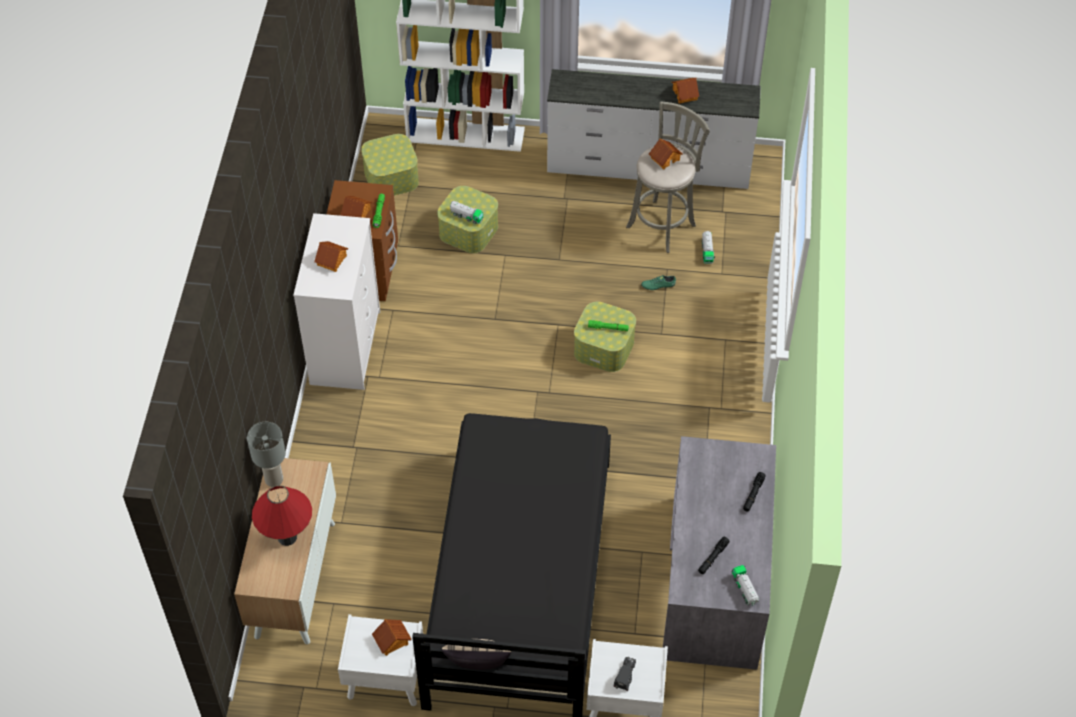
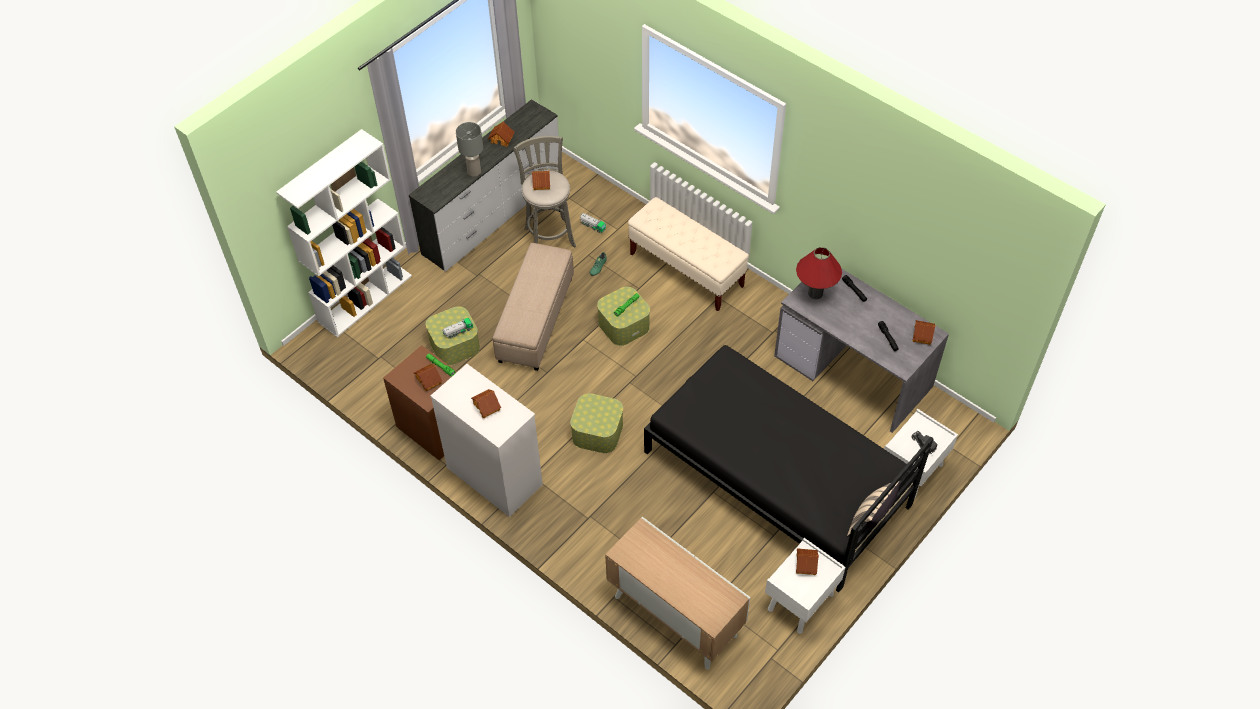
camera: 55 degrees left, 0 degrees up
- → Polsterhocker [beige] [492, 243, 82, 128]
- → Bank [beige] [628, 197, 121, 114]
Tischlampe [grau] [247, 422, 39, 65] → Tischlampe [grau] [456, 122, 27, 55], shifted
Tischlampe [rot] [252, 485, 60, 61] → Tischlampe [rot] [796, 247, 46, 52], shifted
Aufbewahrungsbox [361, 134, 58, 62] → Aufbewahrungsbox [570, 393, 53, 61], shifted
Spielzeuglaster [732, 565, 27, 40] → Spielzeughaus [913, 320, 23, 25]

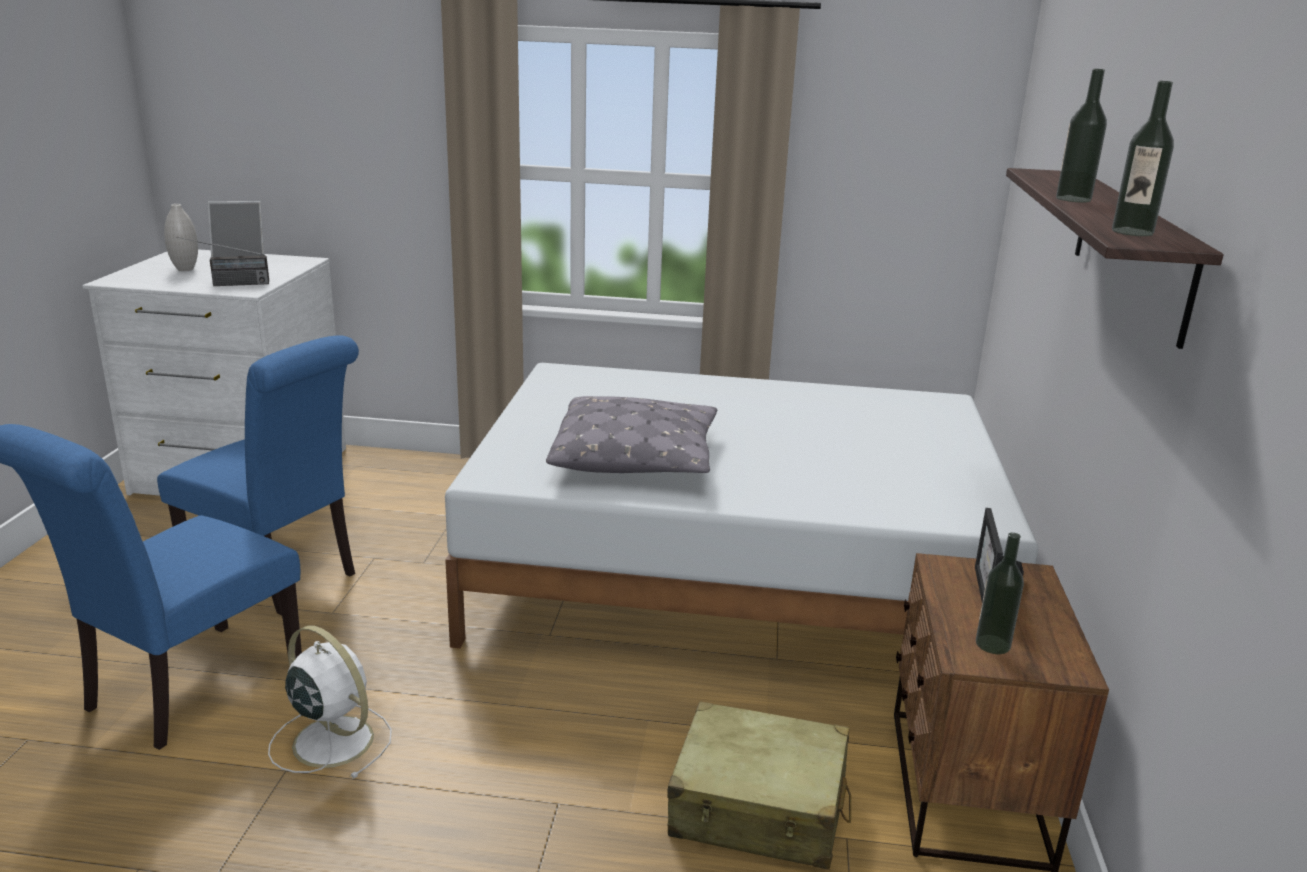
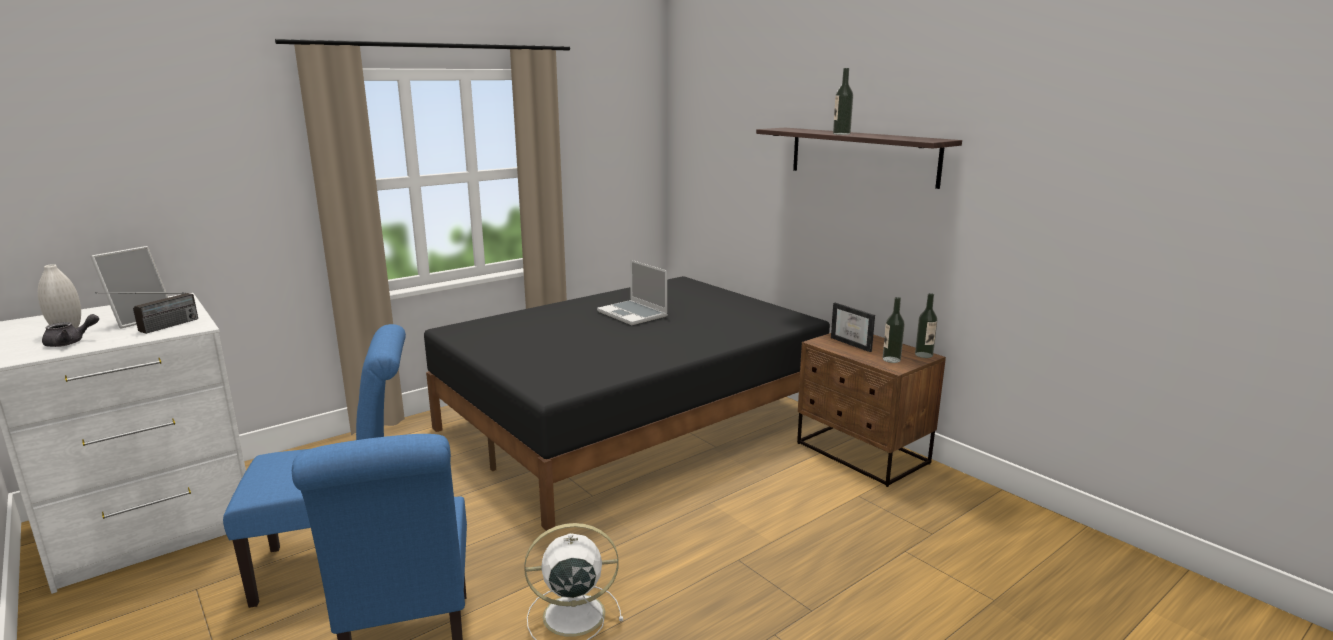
camera: 45 degrees left, 5 degrees down
Kissen [grau] [546, 396, 171, 77] → -
Koffer [beige] [667, 701, 184, 169] → -
- → Teekanne [grau] [42, 314, 57, 33]
- → Laptop [597, 260, 71, 65]
Flasche [1112, 81, 62, 155] → Flasche [915, 293, 22, 65], shifted
Bett [weiß] [445, 363, 593, 286] → Bett [schwarz] [424, 276, 406, 255]

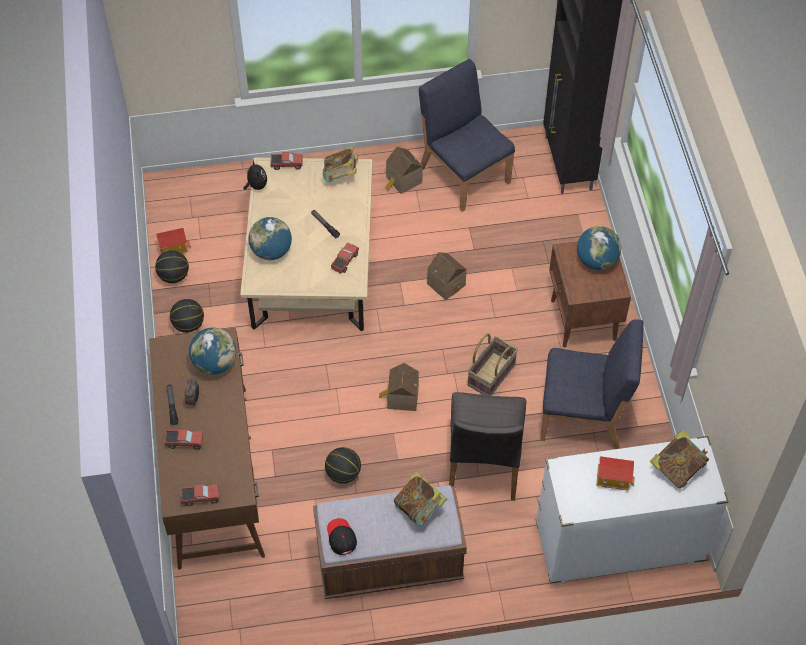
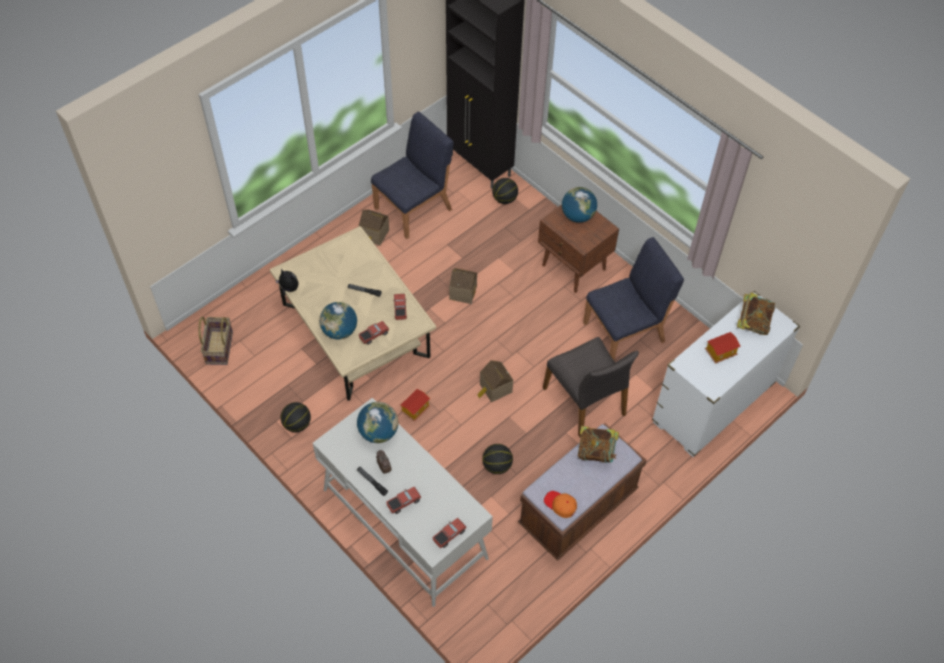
camera: 35 degrees left, 0 degrees up
Buch [323, 146, 35, 36] → -
Basketball [155, 250, 34, 33] → Basketball [492, 178, 26, 26], shifted
Spielzeughaus [156, 228, 35, 26] → Spielzeughaus [400, 389, 30, 32], shifted
Spielzeuglaster [271, 152, 32, 18] → Spielzeuglaster [359, 321, 30, 24], shifted
Korb [468, 333, 50, 63] → Korb [199, 317, 34, 48], shifted
Schreibtisch [braun] [149, 327, 116, 243] → Schreibtisch [weiß] [313, 398, 180, 209]
Kappe [schwarz] [327, 518, 30, 37] → Kappe [orange] [544, 491, 33, 27]
Stuhl [blau] [419, 59, 96, 153] → Stuhl [blau] [371, 111, 83, 128], 120 degrees clockwise

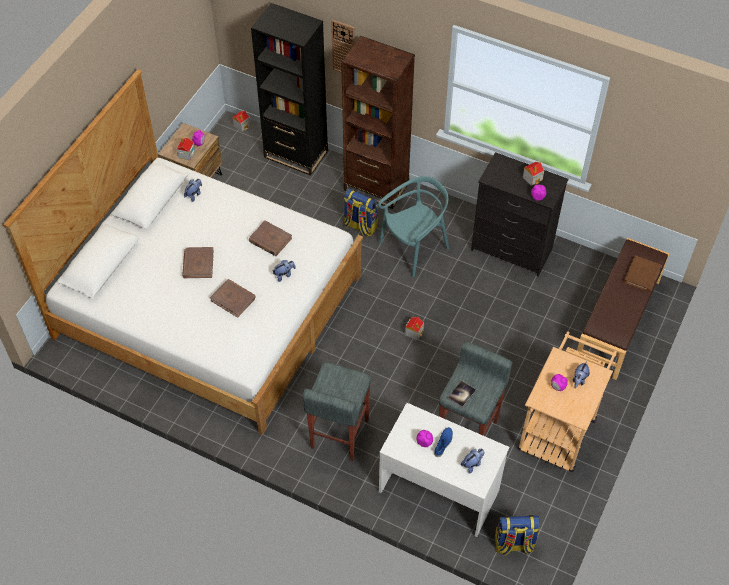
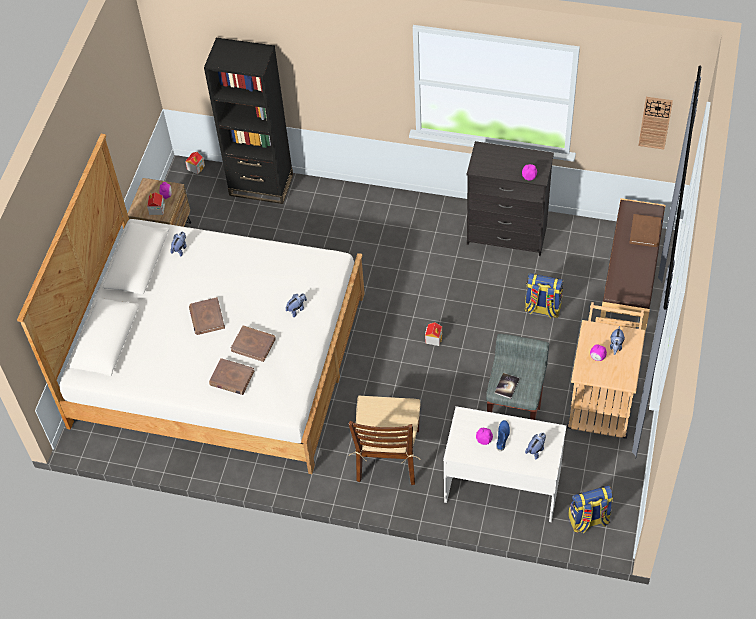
camera: 10 degrees left, 0 degrees up
Bücherregal [braun] [341, 36, 74, 173] → -
Stuhl [türkis] [378, 176, 71, 102] → -
Spielzeughaus [523, 162, 21, 24] → -
Buch [braun] [249, 221, 43, 35] → Buch [braun] [209, 358, 46, 37], shifted
Wanduhr [331, 20, 24, 53] → Wanduhr [638, 97, 35, 52], shifted
Rucksack [343, 189, 35, 47] → Rucksack [524, 273, 40, 46], shifted
Hocker [grau] [302, 362, 70, 99] → Stuhl [braun] [348, 396, 73, 89]

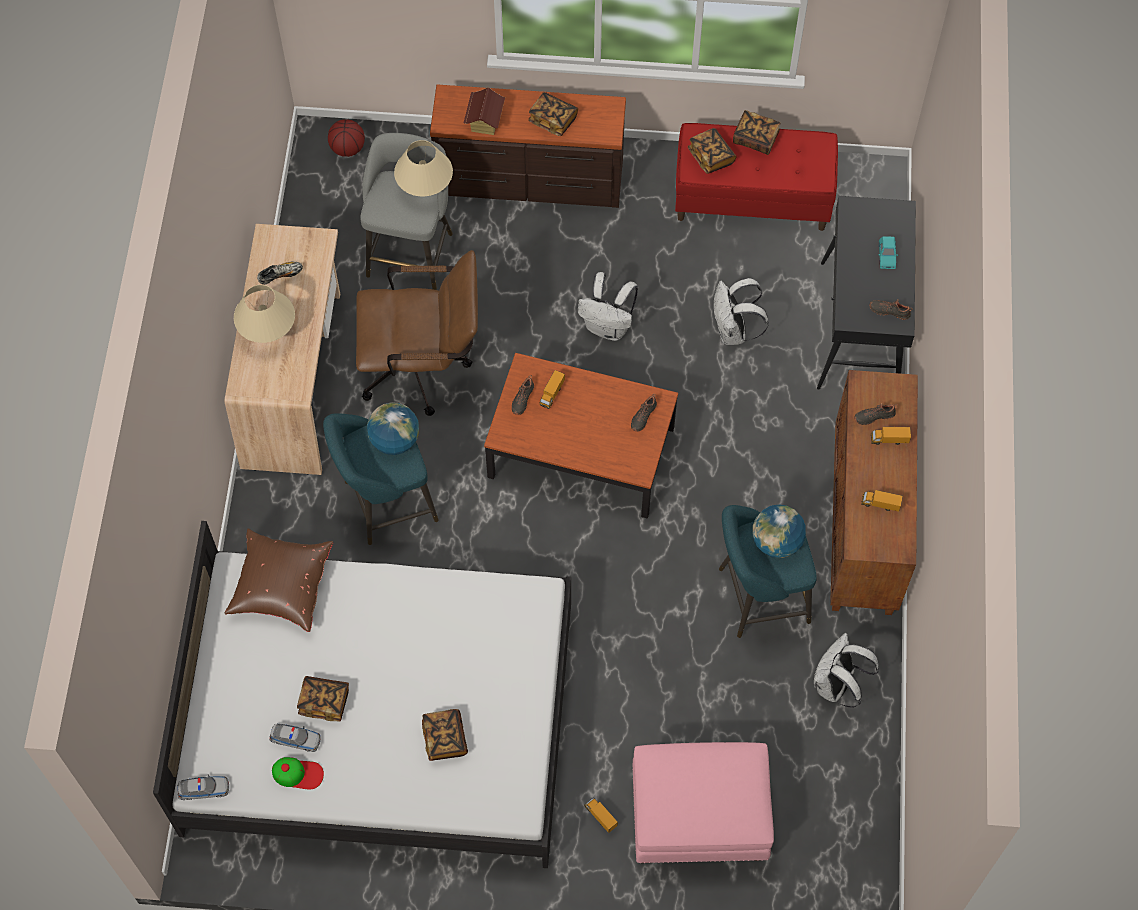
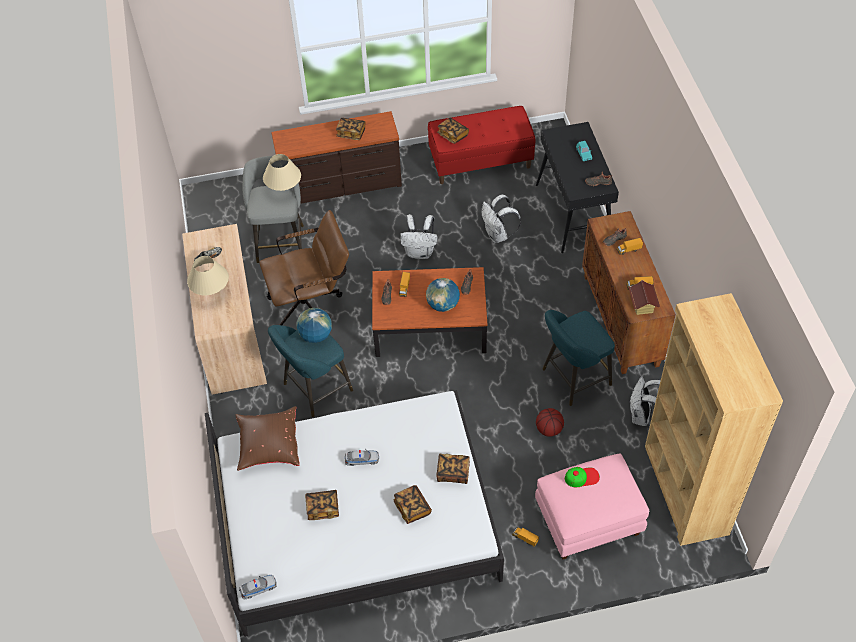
camera: 15 degrees left, 10 degrees down
- → Bücherregal [braun] [645, 293, 138, 253]
Spielzeugauto [269, 724, 52, 28] → Spielzeugauto [344, 449, 35, 17], shifted
Kappe [272, 757, 52, 33] → Kappe [565, 467, 35, 20], shifted
Basketball [328, 119, 37, 38] → Basketball [536, 408, 28, 29], shifted
Spielzeughaus [464, 87, 41, 48] → Spielzeughaus [628, 280, 32, 35], shifted
Buch [733, 110, 47, 45] → Buch [437, 454, 33, 30], shifted
Globus [753, 504, 53, 54] → Globus [426, 278, 34, 34], shifted

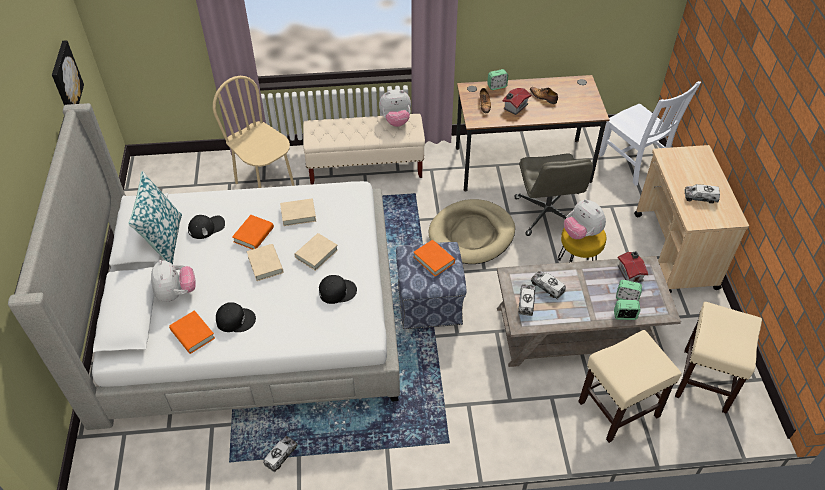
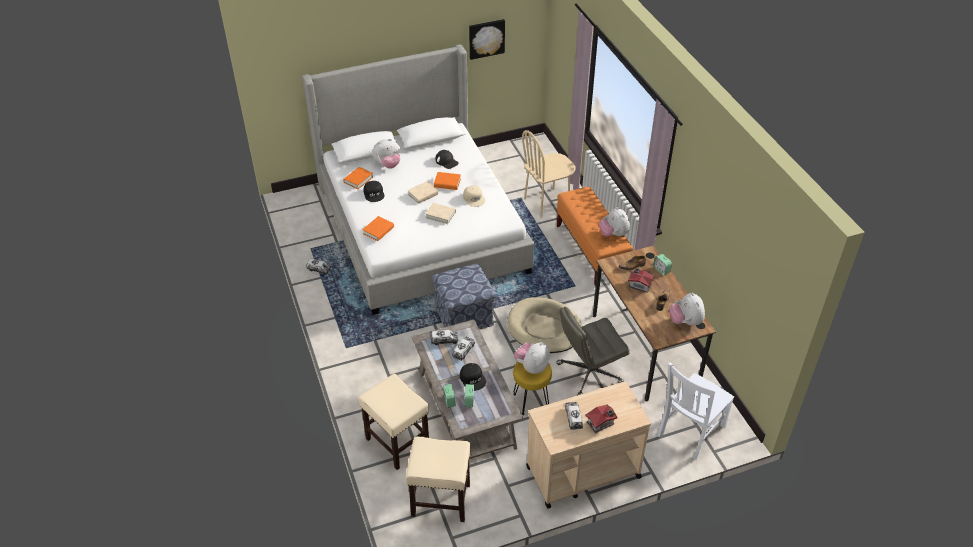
camera: 75 degrees right, 5 degrees down
Kissen [128, 171, 54, 94] → -
- → Plüschtier [669, 292, 36, 34]
Kappe [schwarz] [319, 275, 38, 29] → Kappe [schwarz] [460, 363, 26, 28], shifted
Buch [orange] [414, 240, 41, 36] → Buch [orange] [362, 216, 32, 25], shifted
Spielzeughaus [618, 251, 30, 31] → Spielzeughaus [585, 404, 32, 29], shifted
Buch [beige] [280, 198, 36, 28] → Kappe [beige] [463, 185, 22, 22]
Bank [beige] [303, 114, 122, 70] → Bank [orange] [557, 187, 76, 100]
Stuhl [beige] [213, 76, 82, 112] → Stuhl [beige] [522, 130, 54, 88], 150 degrees counterclockwise

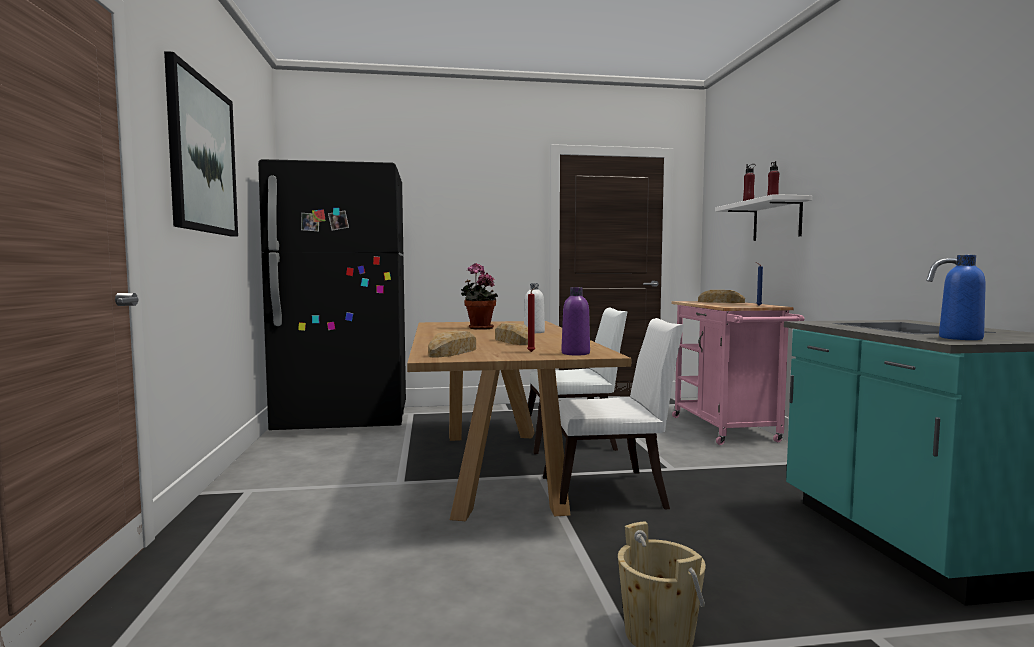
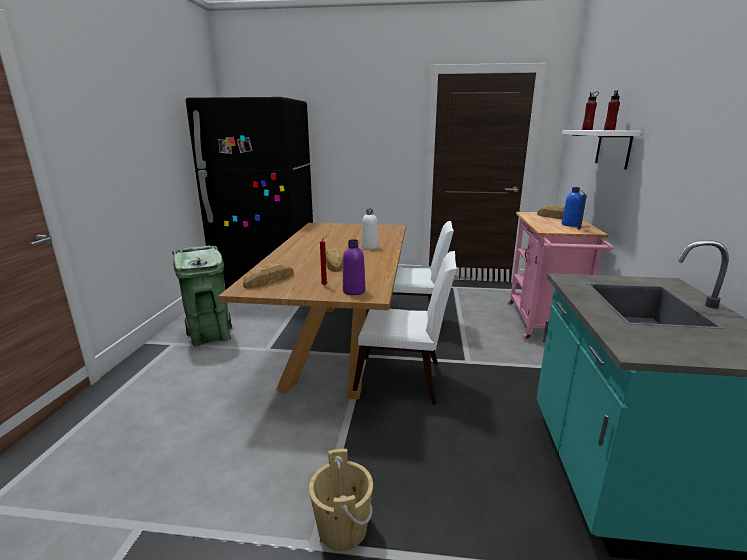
camera: 15 degrees right, 15 degrees up
Bild [164, 51, 74, 186] → -
Topfpflanze [461, 263, 37, 67] → -
- → Mülleimer [grün] [172, 246, 60, 100]
Flasche [blau] [939, 255, 47, 85] → Flasche [blau] [562, 187, 20, 40], shifted

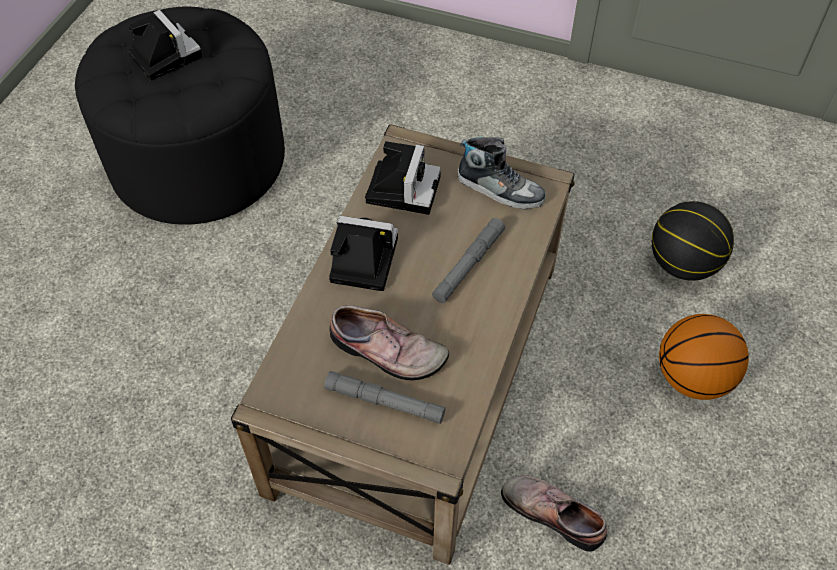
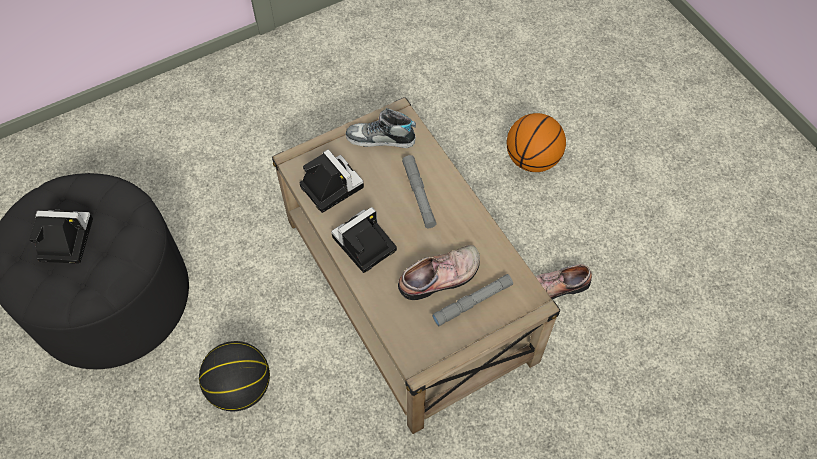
camera: 50 degrees left, 5 degrees up
Basketball [652, 201, 82, 80] → Basketball [199, 341, 71, 70], shifted
Schuh [458, 137, 88, 72] → Schuh [346, 108, 70, 40], 150 degrees counterclockwise

